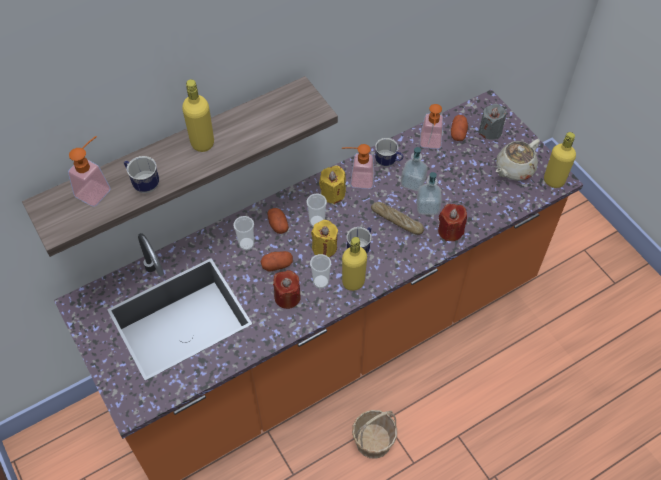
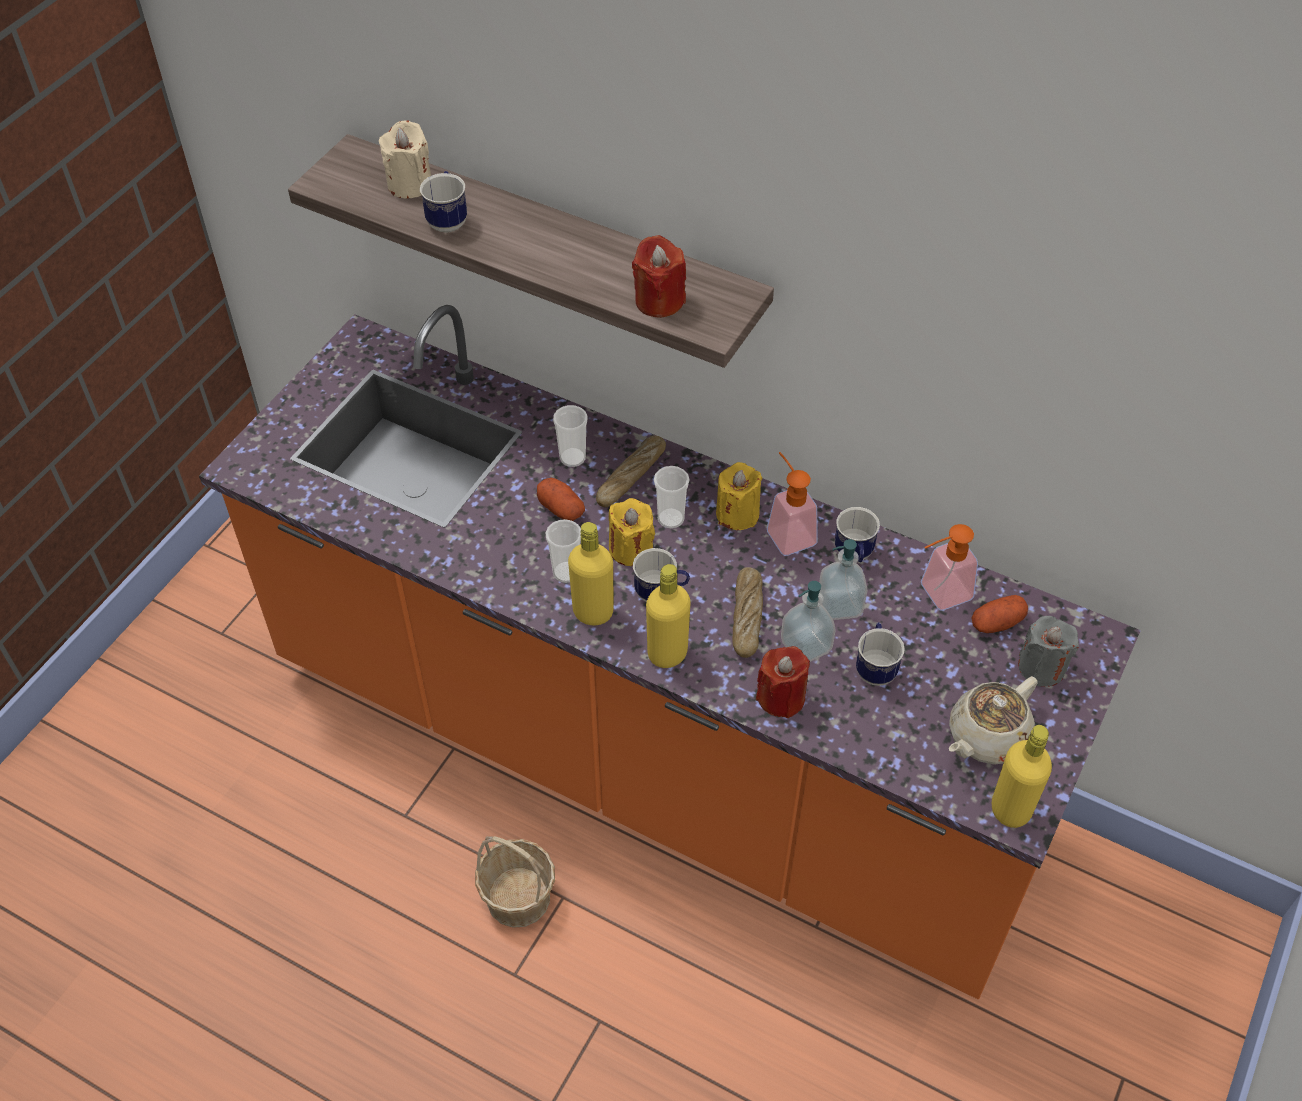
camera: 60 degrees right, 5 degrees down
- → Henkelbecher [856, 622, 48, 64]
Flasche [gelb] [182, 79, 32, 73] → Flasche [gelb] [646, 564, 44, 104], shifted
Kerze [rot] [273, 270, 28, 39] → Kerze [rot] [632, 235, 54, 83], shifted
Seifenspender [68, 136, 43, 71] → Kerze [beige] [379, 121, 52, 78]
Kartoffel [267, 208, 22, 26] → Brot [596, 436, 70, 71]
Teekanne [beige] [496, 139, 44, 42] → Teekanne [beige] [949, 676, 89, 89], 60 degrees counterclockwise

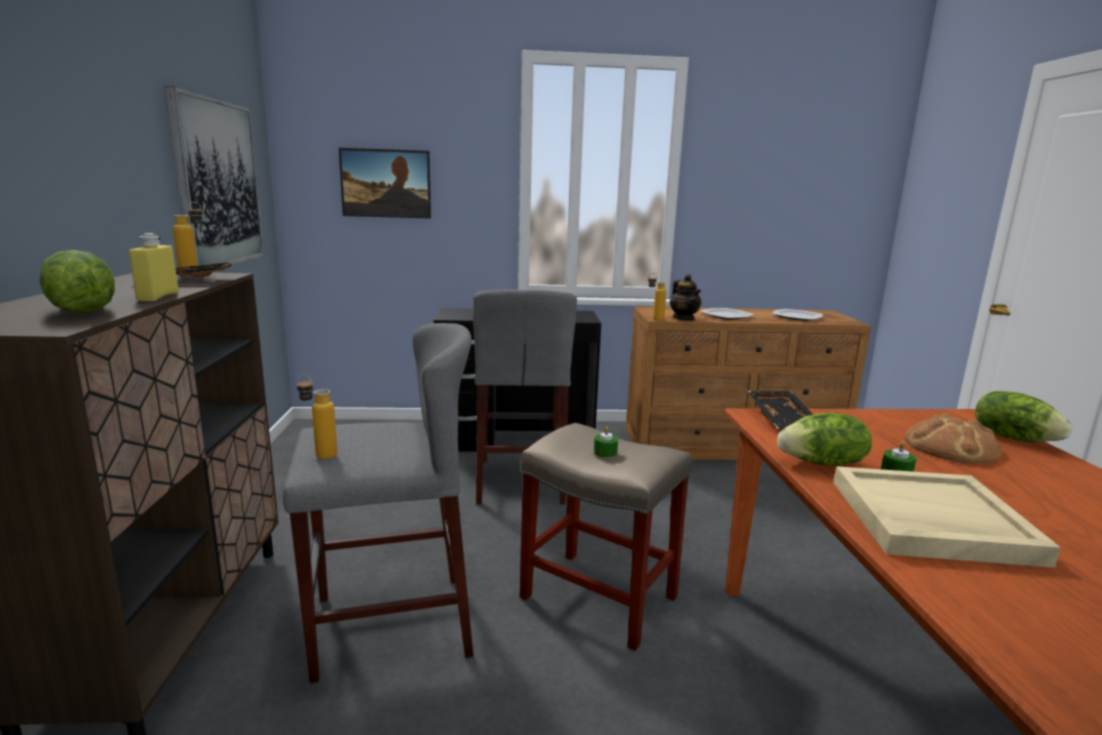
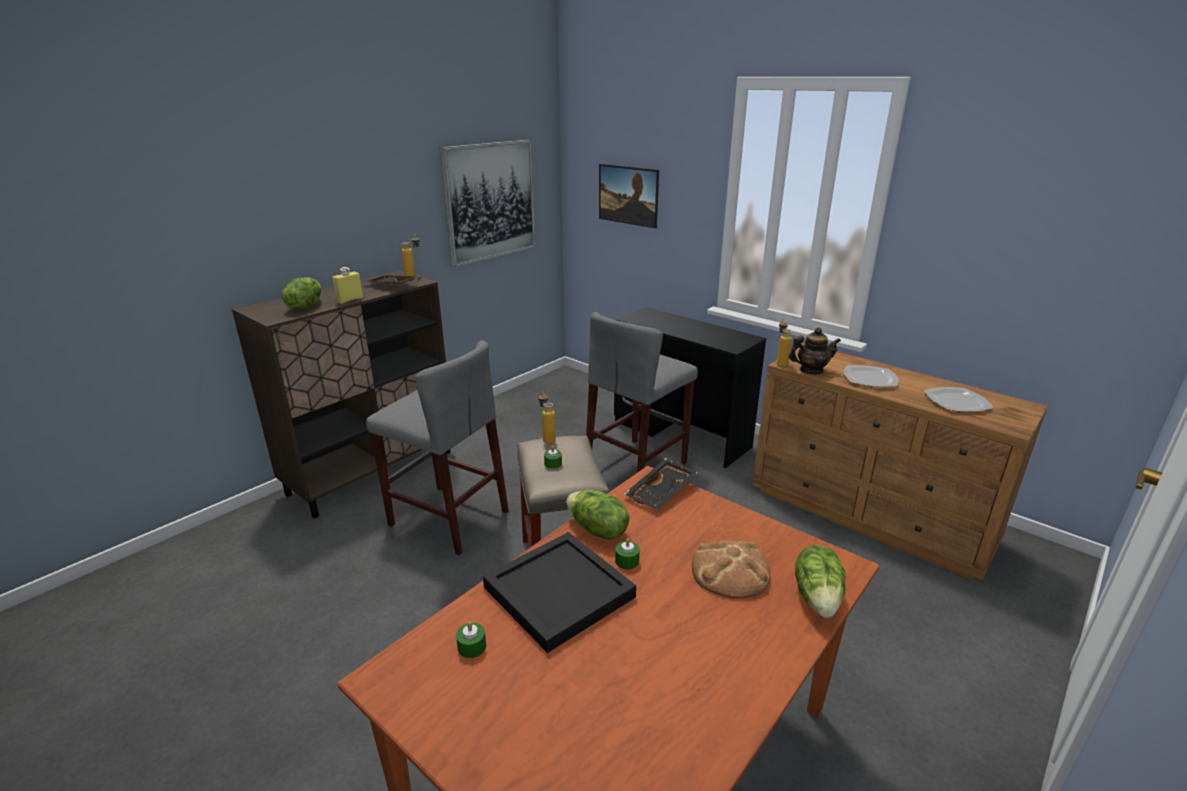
camera: 45 degrees right, 10 degrees up
- → Kerze [grün] [456, 621, 30, 37]
Flasche [297, 375, 40, 84] → Flasche [538, 391, 18, 53], shifted
Tablett [beige] [833, 466, 228, 102] → Tablett [schwarz] [483, 532, 153, 121]
Teekanne [670, 274, 31, 47] → Teekanne [789, 327, 52, 47], 120 degrees counterclockwise

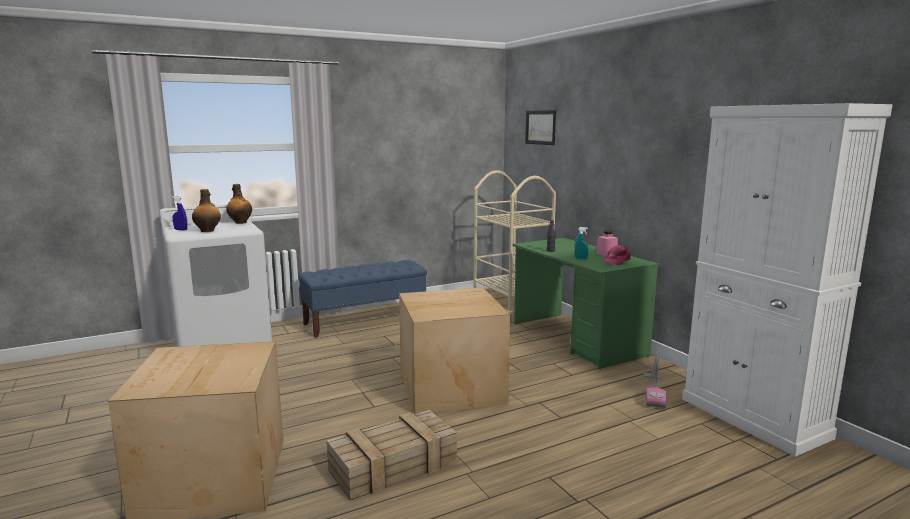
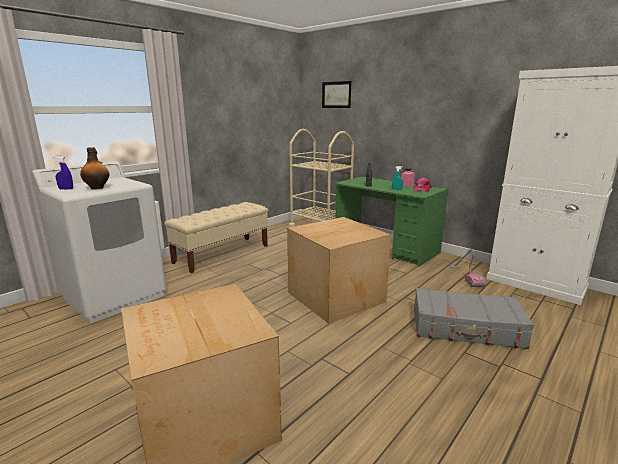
camera: 20 degrees left, 5 degrees up
Flasche [226, 184, 26, 40] → -
Kiste [327, 410, 130, 91] → -
- → Koffer [grau] [414, 288, 120, 61]
Bank [blau] [298, 260, 129, 78] → Bank [beige] [164, 202, 104, 71]

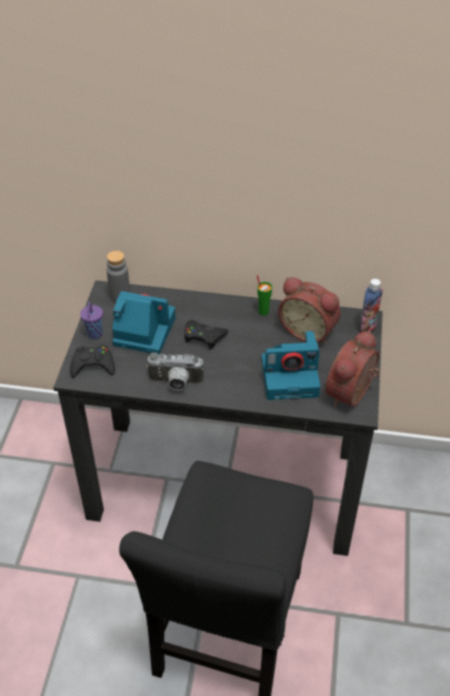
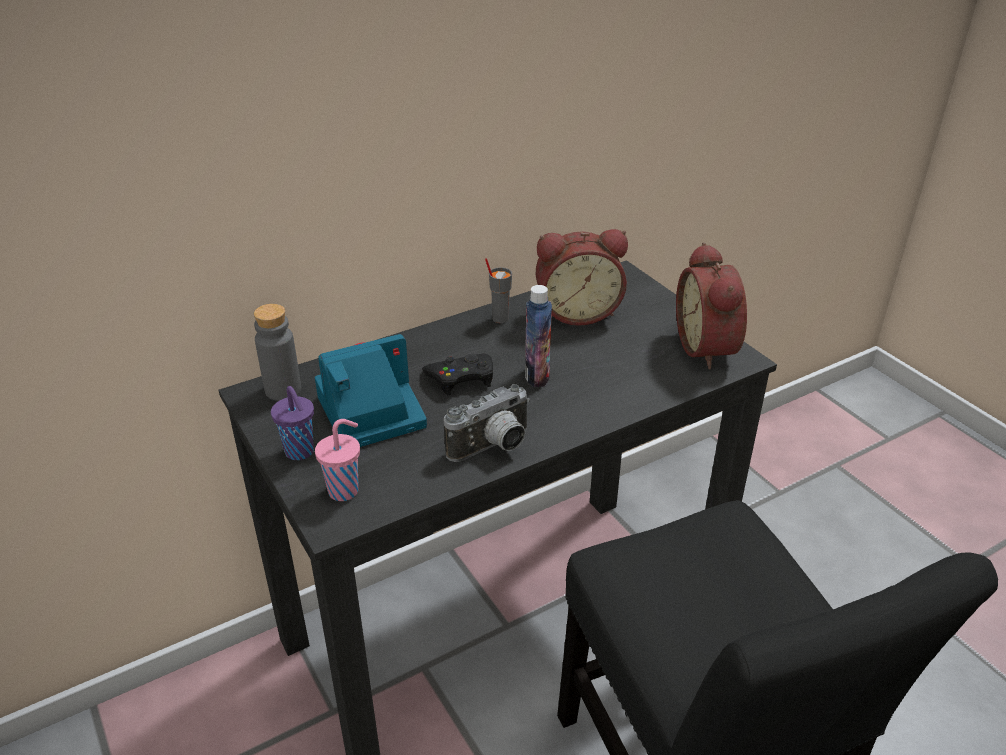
camera: 40 degrees left, 10 degrees down
Kamera [262, 331, 58, 69] → -
Flasche [359, 279, 24, 54] → Flasche [525, 285, 27, 102], shifted
Gamepad [schwarz] [70, 345, 45, 33] → Tasse [rosa] [315, 419, 45, 82]
Tasse [grün] [257, 275, 15, 41] → Tasse [grau] [485, 258, 27, 65]

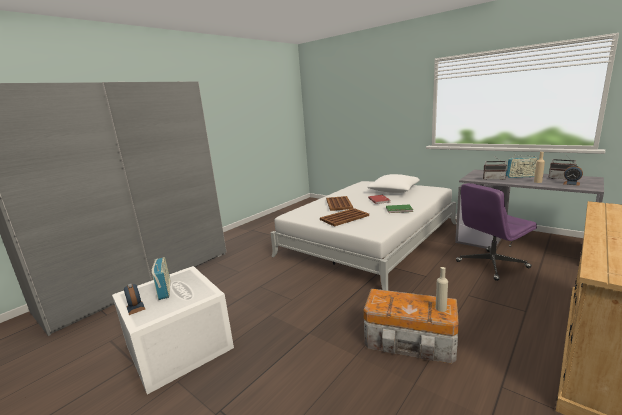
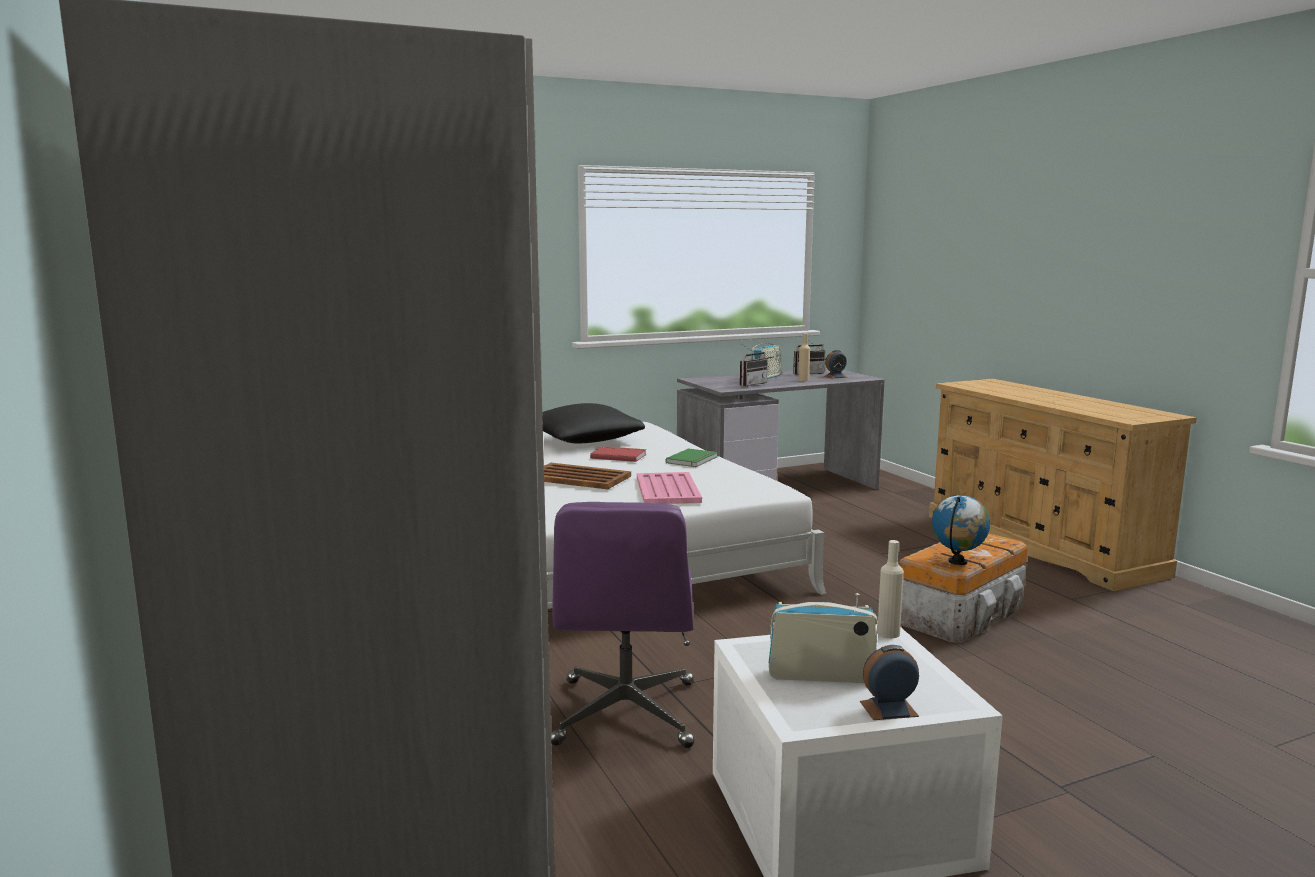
camera: 65 degrees left, 5 degrees down
- → Globus [932, 495, 58, 70]
Flasche [beige] [436, 267, 12, 45] → Flasche [beige] [877, 540, 27, 98], shifted
Bürostuhl [lila] [456, 183, 81, 98] → Bürostuhl [lila] [551, 502, 143, 246], shifted
Tablett [braun] [320, 208, 49, 19] → Tablett [rosa] [637, 472, 65, 32]
Kissen [weiß] [367, 174, 53, 19] → Kissen [schwarz] [542, 403, 103, 40]

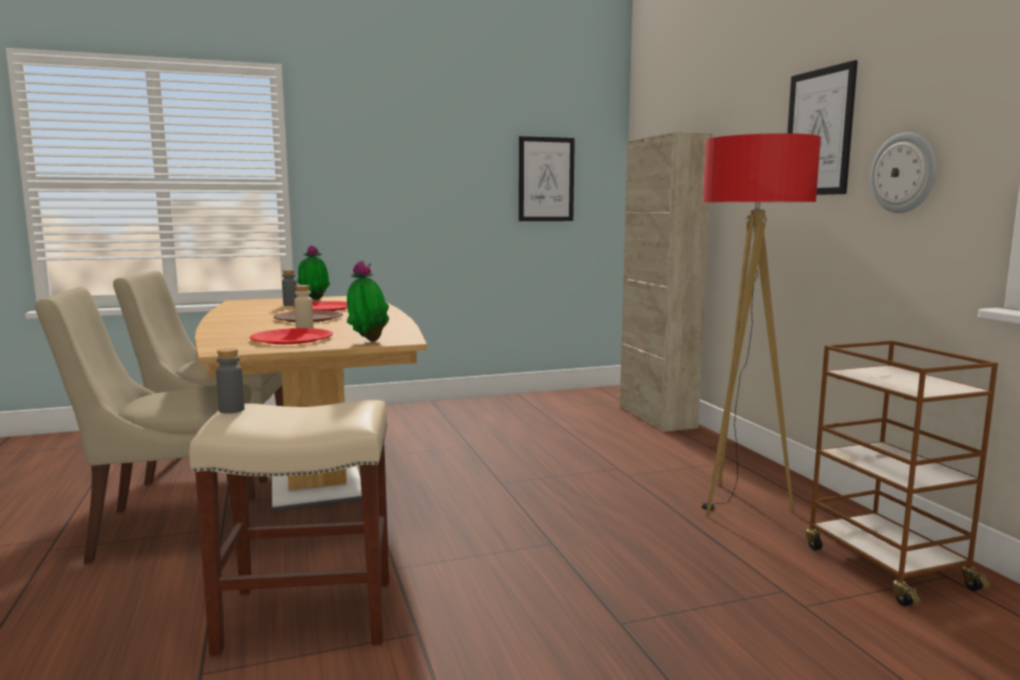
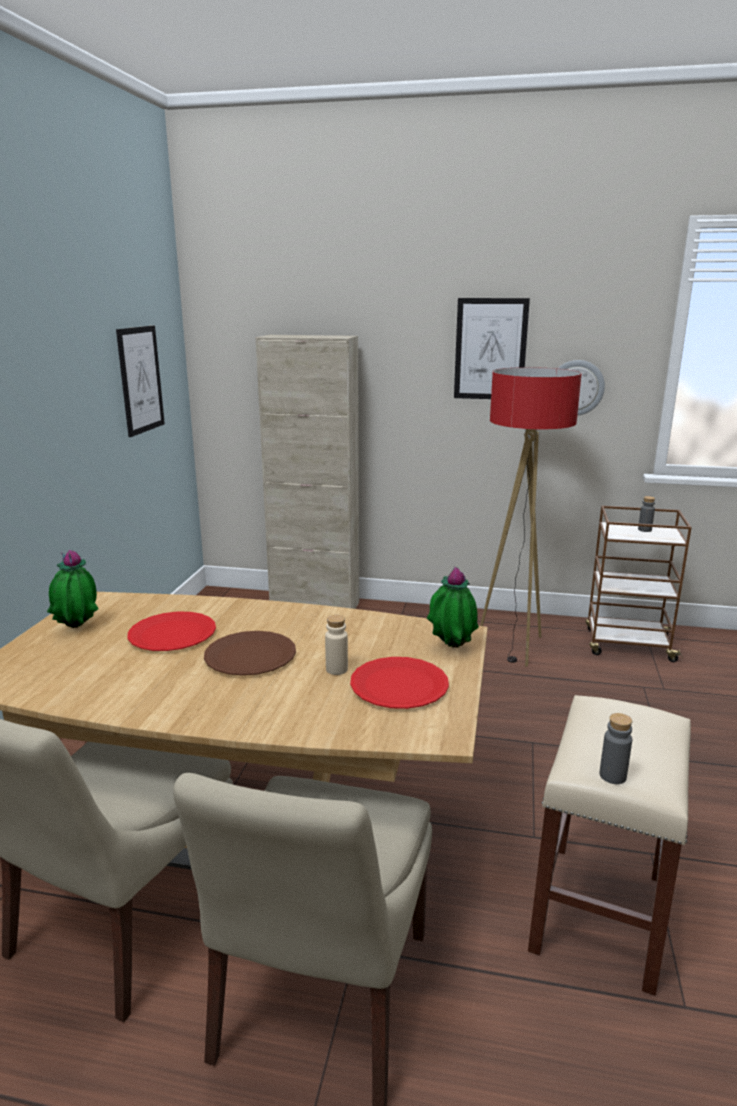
camera: 60 degrees left, 10 degrees up
Flasche [grau] [282, 270, 15, 36] → Flasche [grau] [638, 496, 17, 36], shifted

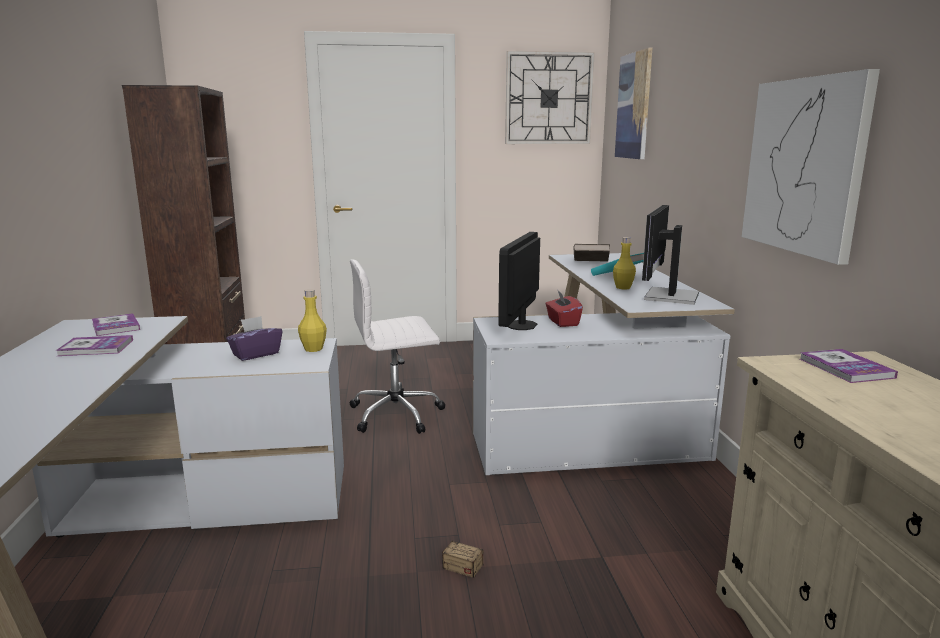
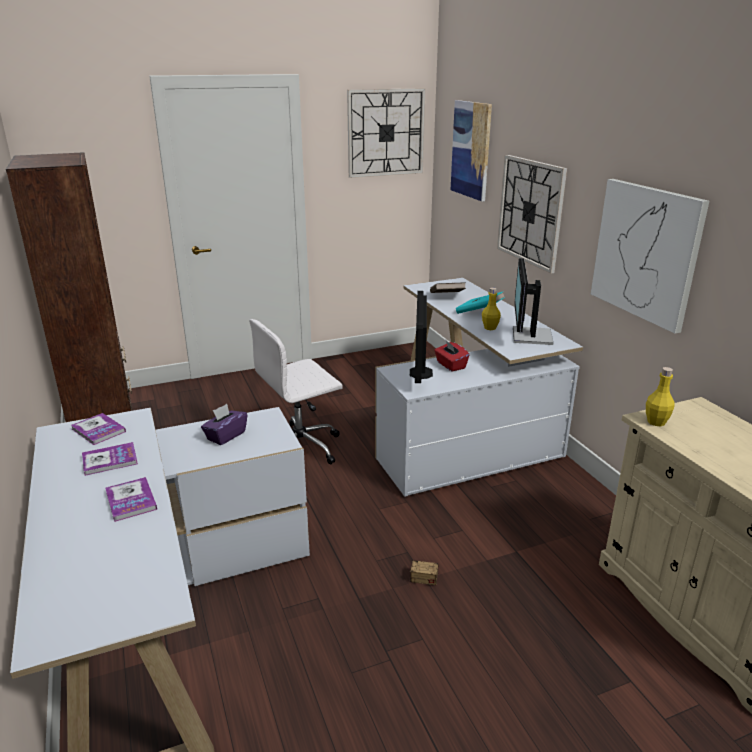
camera: 15 degrees left, 10 degrees up
- → Wanduhr [497, 155, 70, 118]
Flasche [gelb] [298, 289, 29, 63] → Flasche [gelb] [646, 367, 29, 59], shifted
Buch [800, 349, 98, 34] → Buch [105, 477, 52, 45], shifted

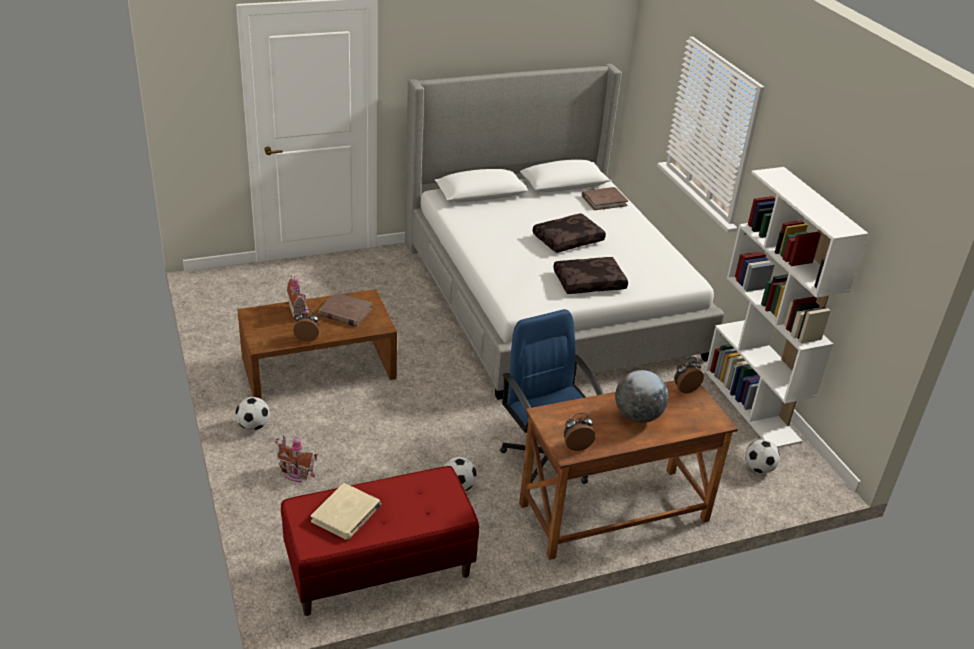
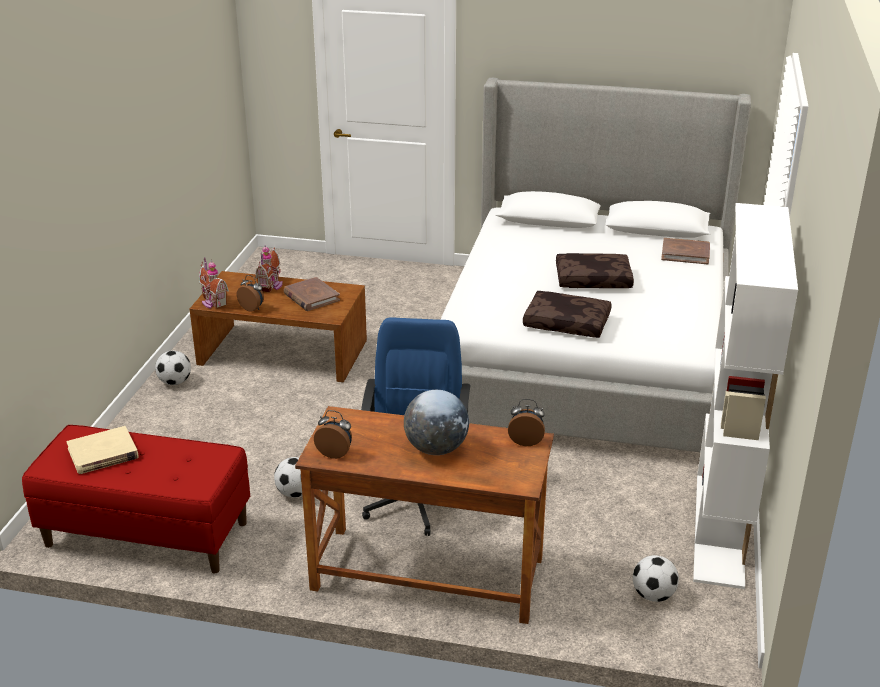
camera: 35 degrees right, 5 degrees down
Spielzeughaus [275, 434, 43, 48] → Spielzeughaus [199, 257, 30, 52], shifted

